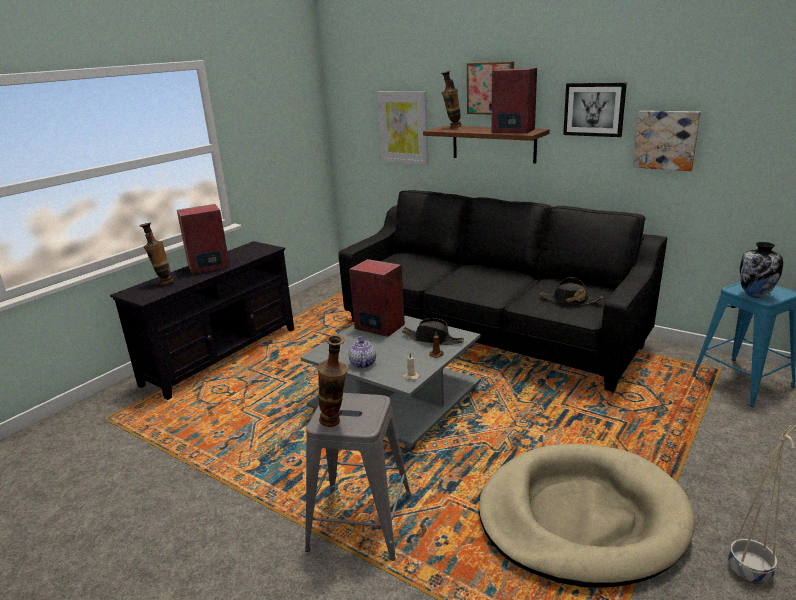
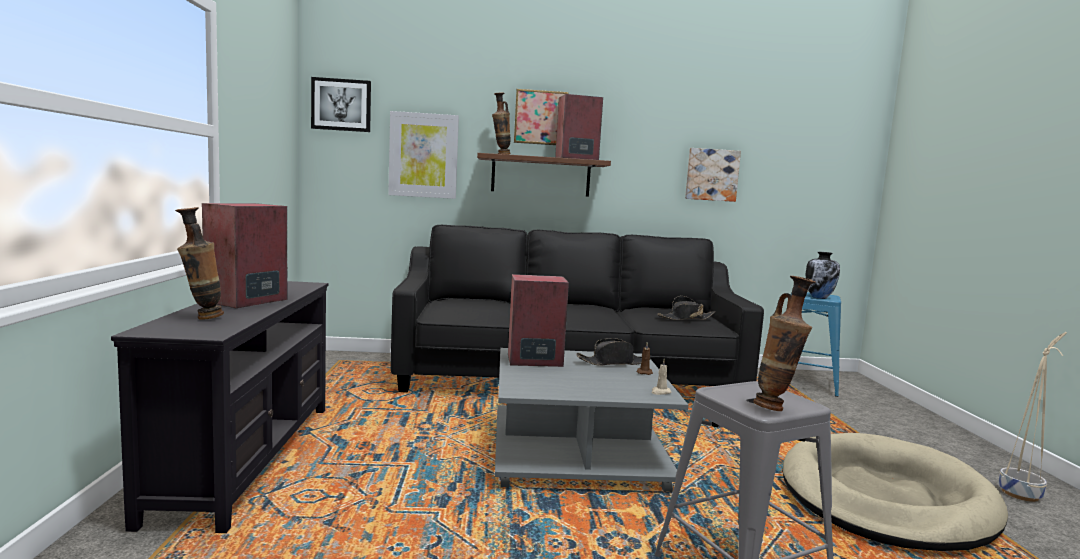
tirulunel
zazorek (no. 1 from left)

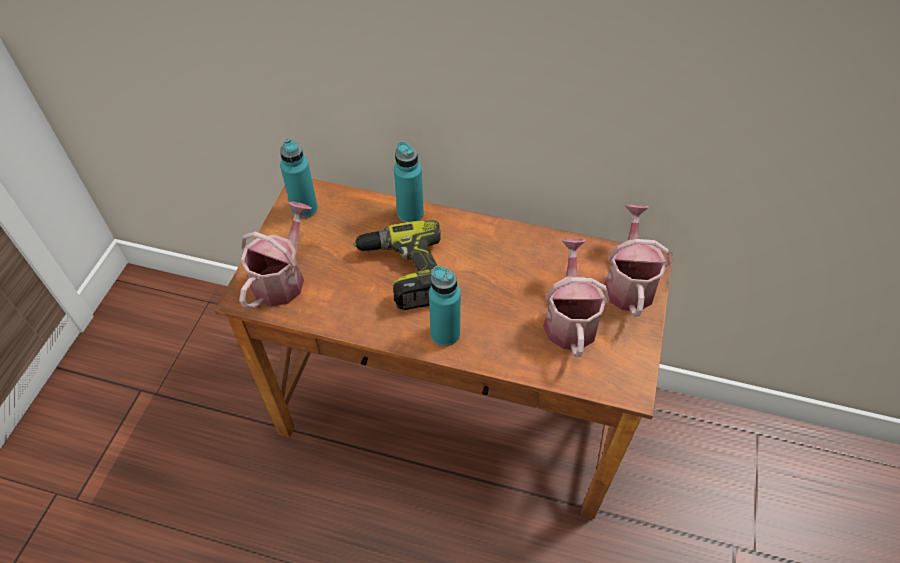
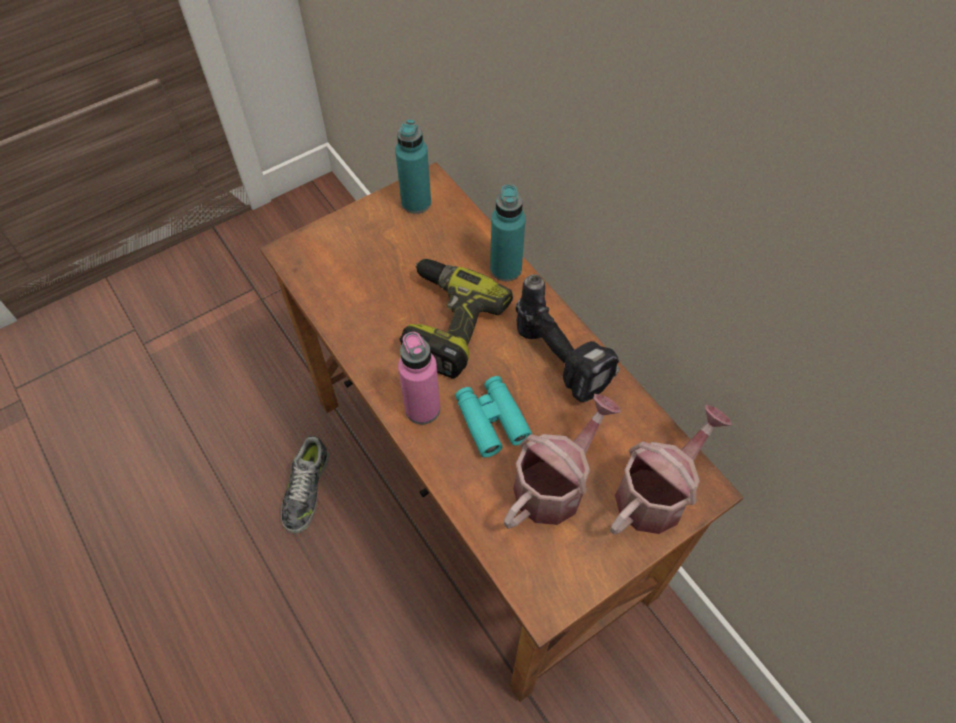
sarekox (no. 1 from left in the first image)
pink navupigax
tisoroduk
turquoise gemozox
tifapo (no. 2 from left)

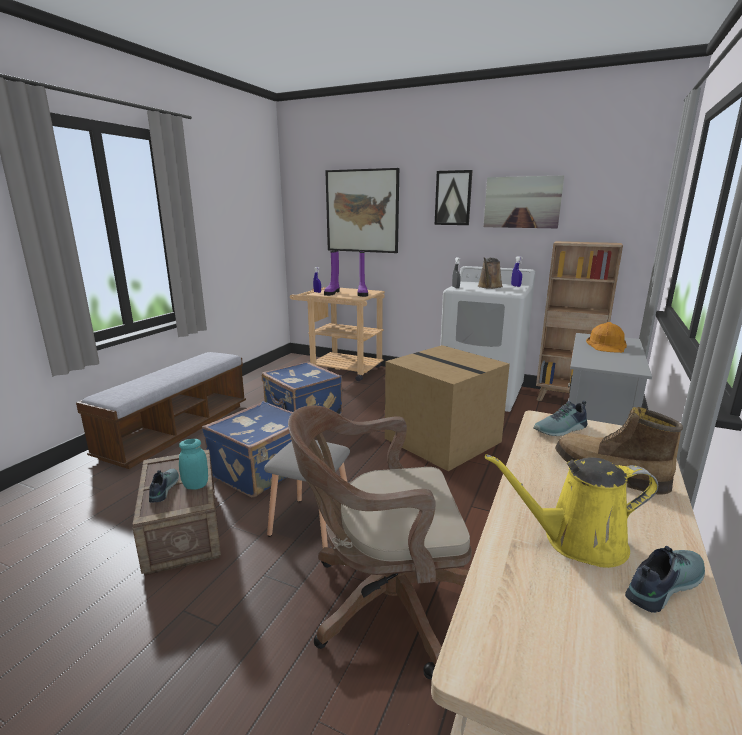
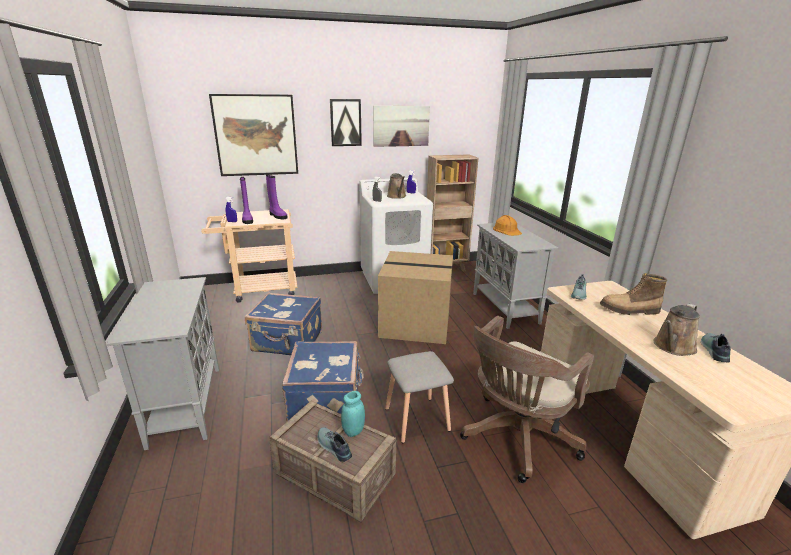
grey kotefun (no. 1 from left)
brown sarekox (no. 2 from left)

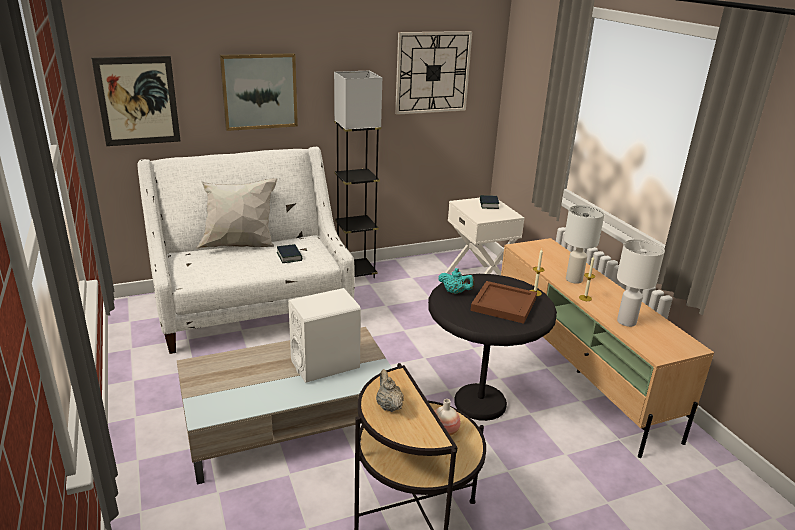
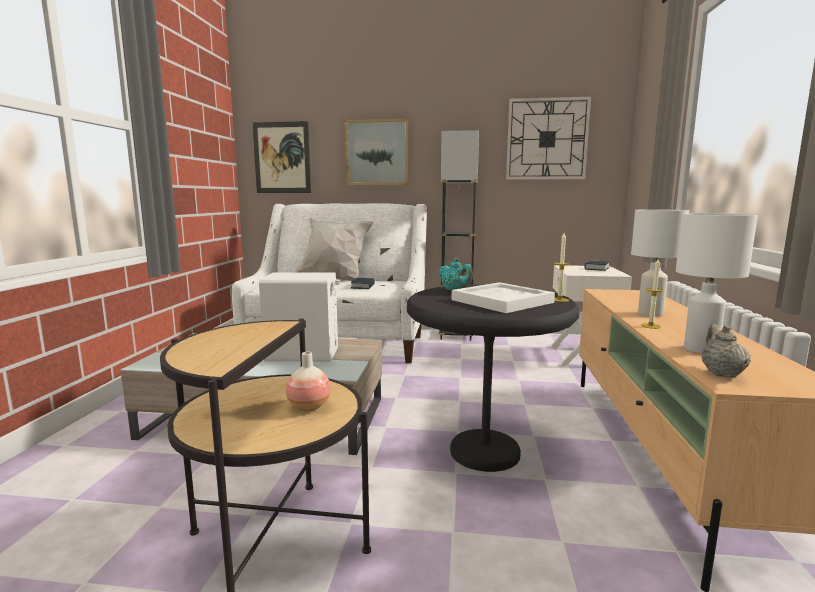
beige tirulunel
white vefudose

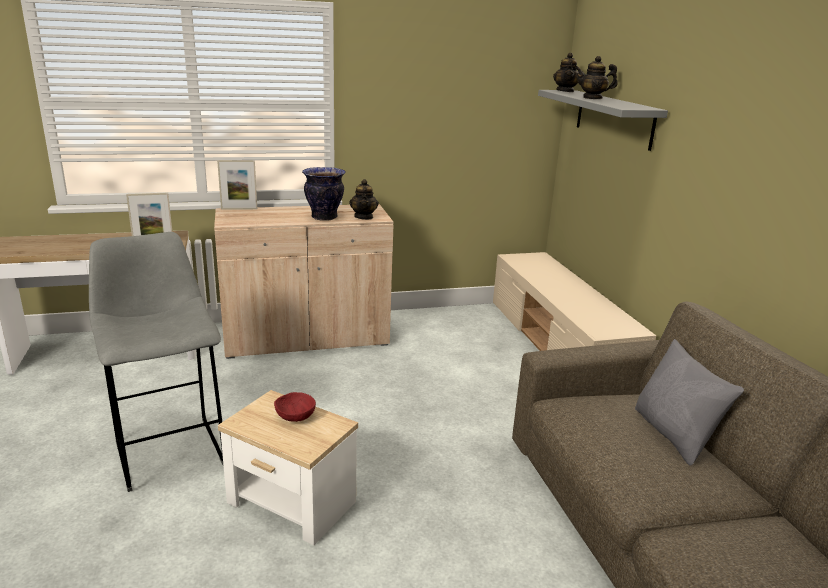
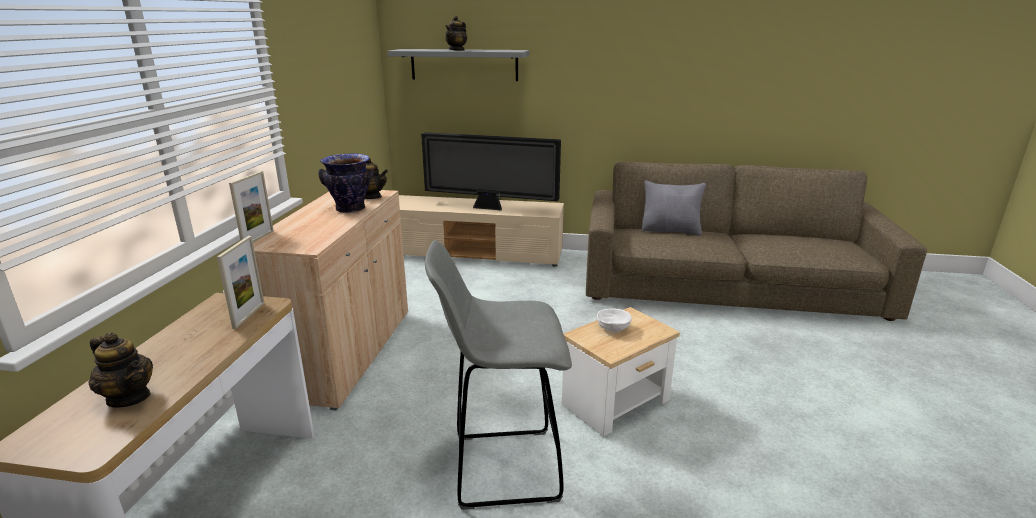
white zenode
tirulunel (no. 1 from left)
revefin

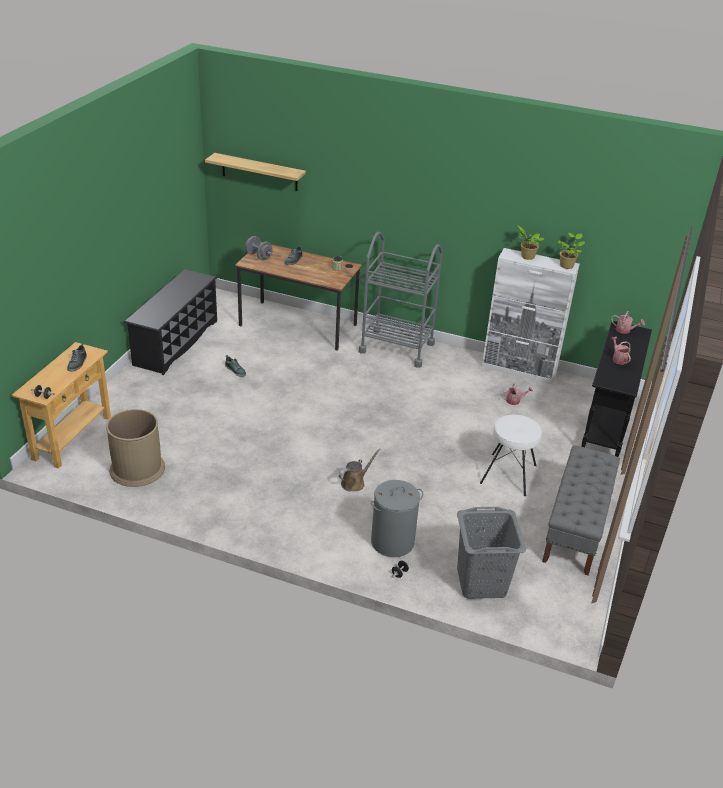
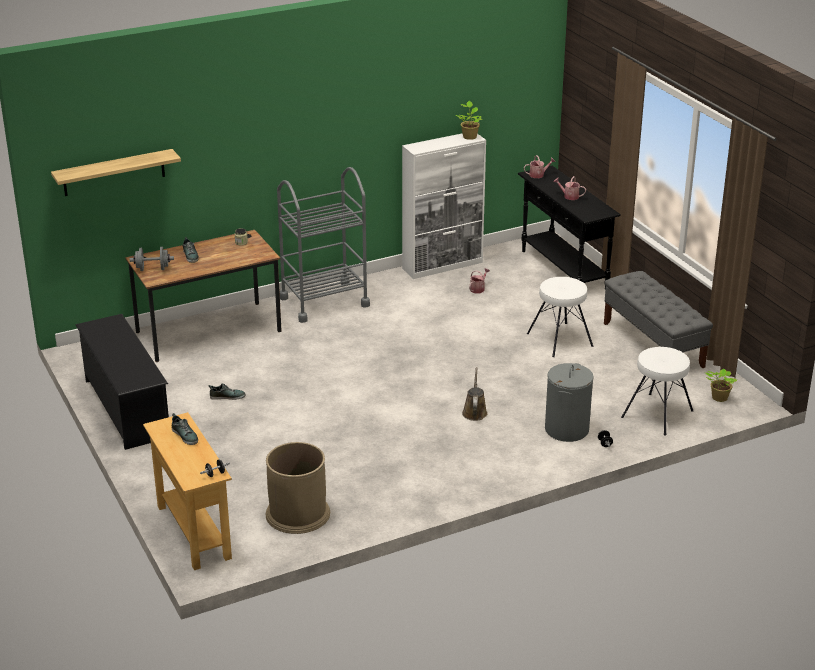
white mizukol (no. 2 from left)
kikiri (no. 2 from left)

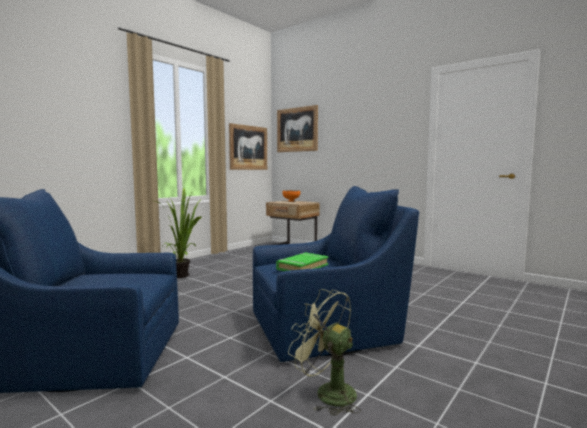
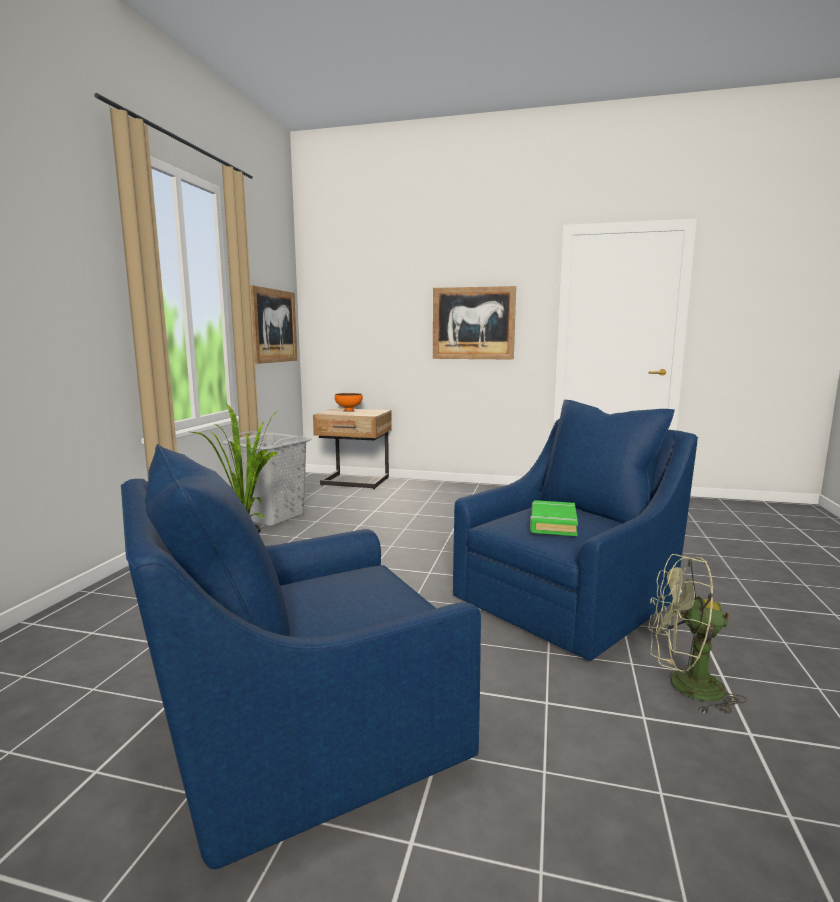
zazorek (no. 2 from left)
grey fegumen

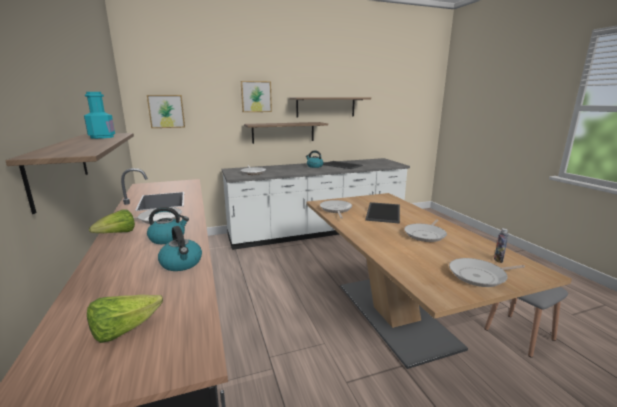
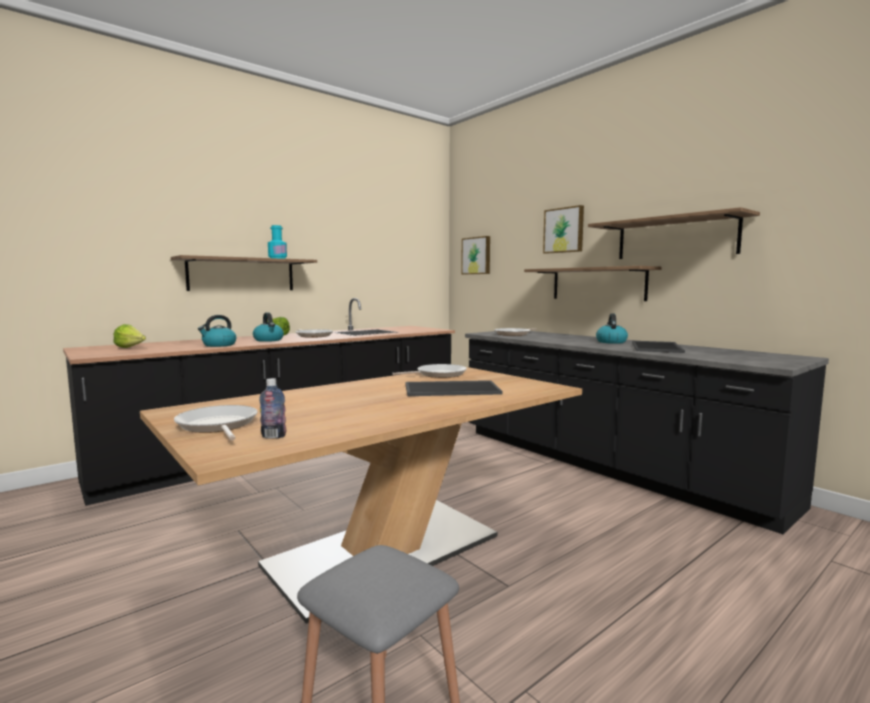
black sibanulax (no. 2 from left)
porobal (no. 4 from left in the first image)

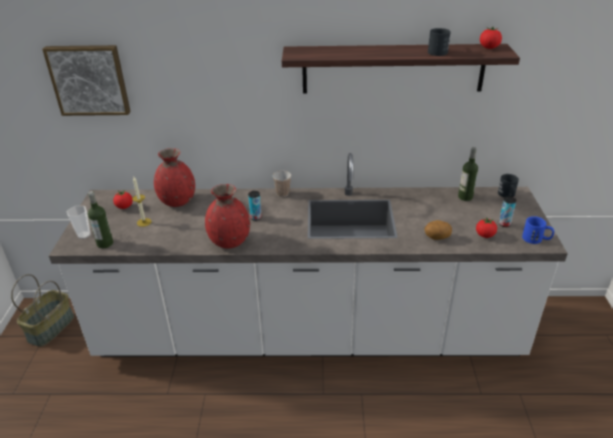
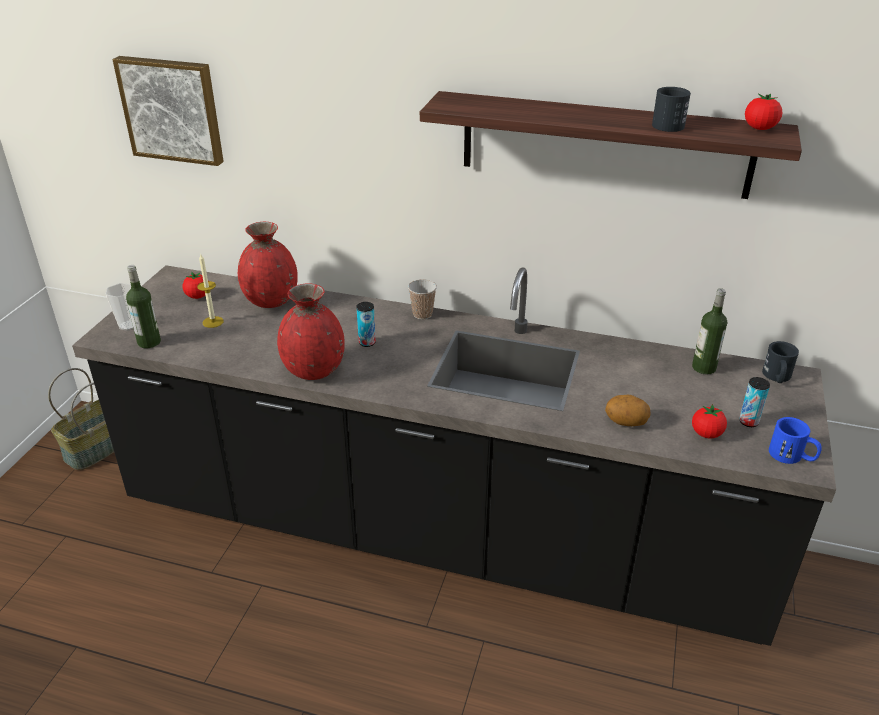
black sibanulax

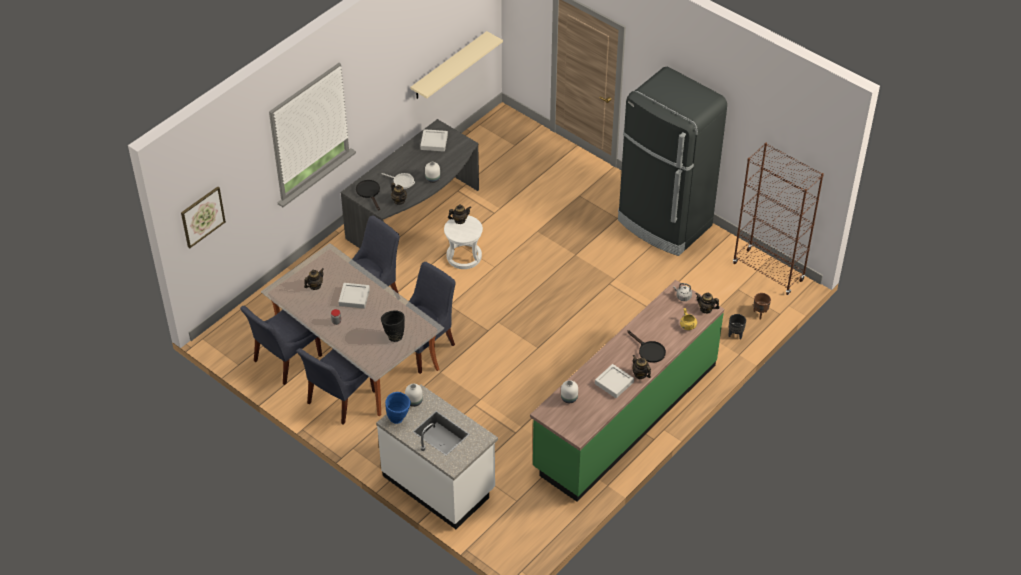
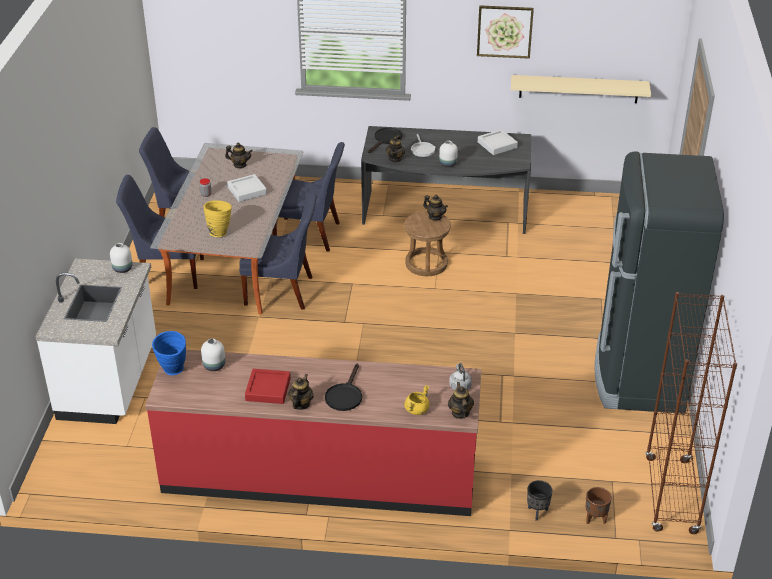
zazorek
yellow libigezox
blue libigezox
brown mizukol
red sibanulax
red vefudose

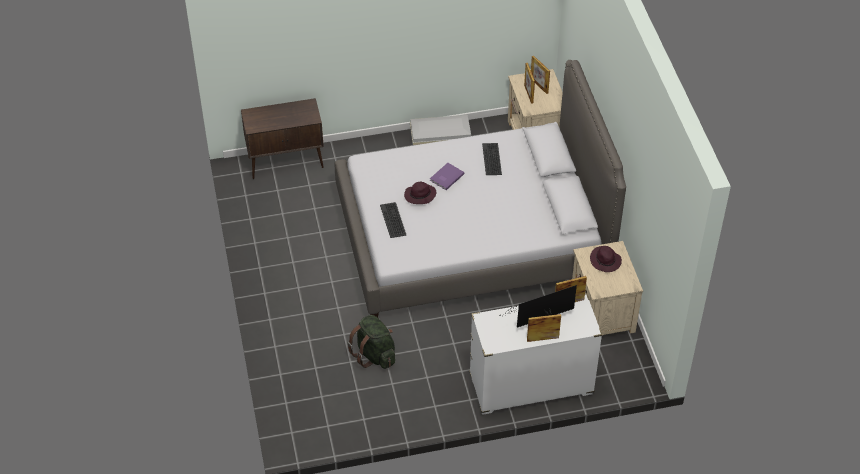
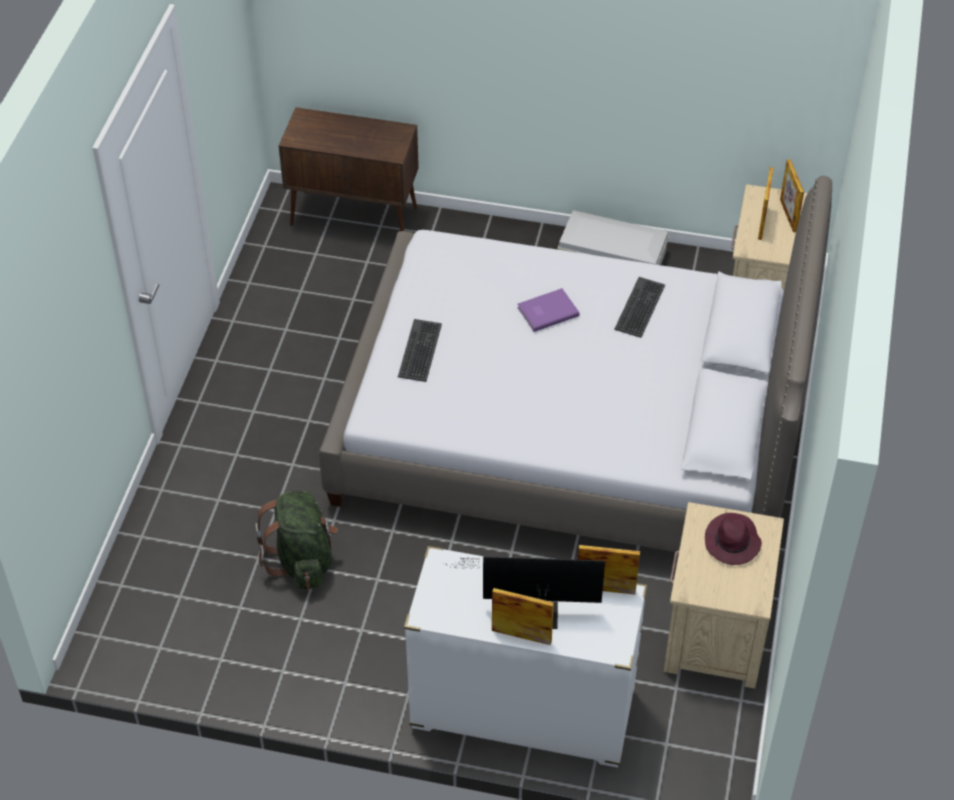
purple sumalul (no. 1 from left in the first image)

